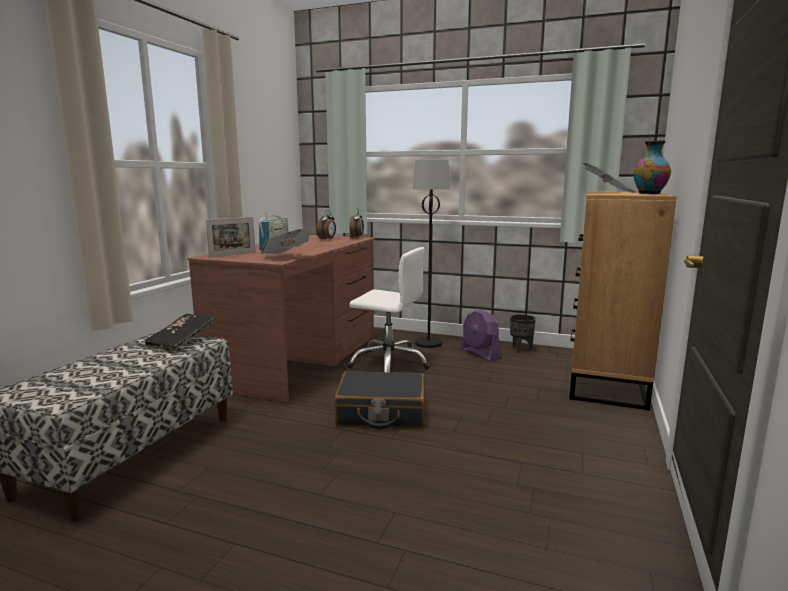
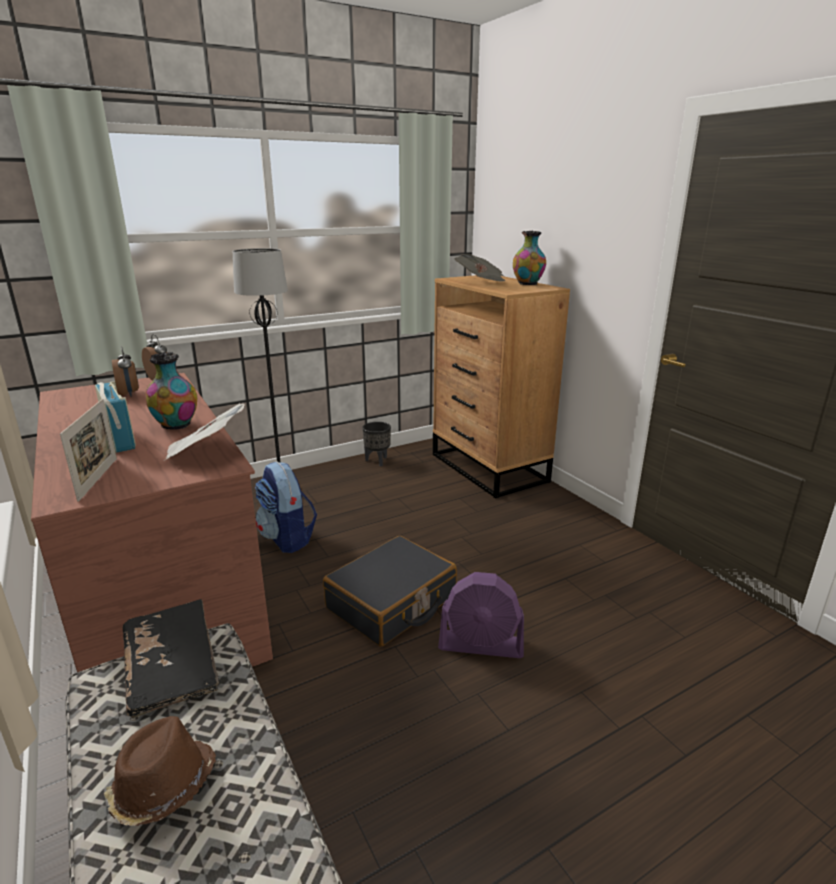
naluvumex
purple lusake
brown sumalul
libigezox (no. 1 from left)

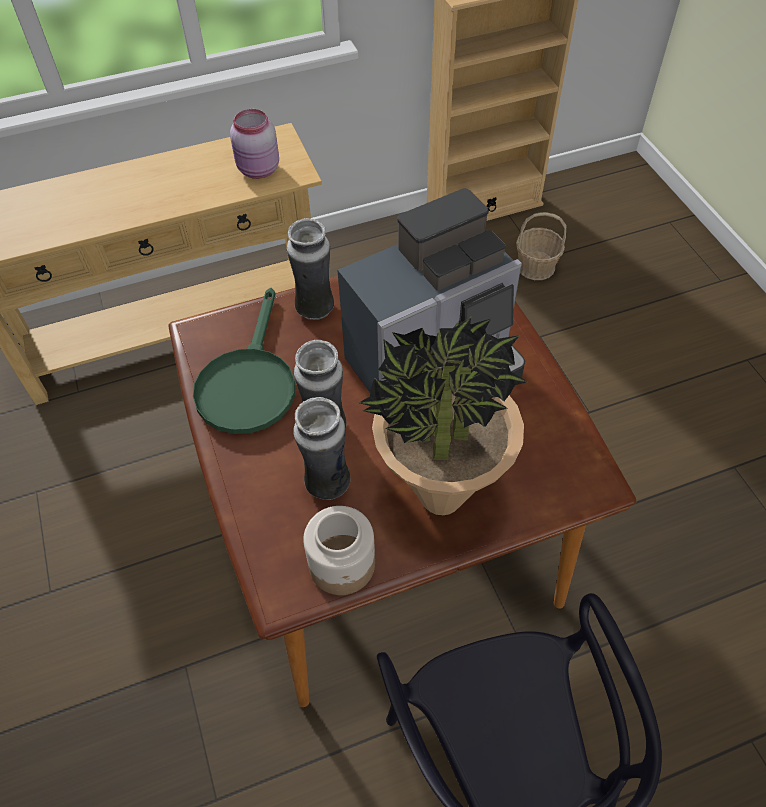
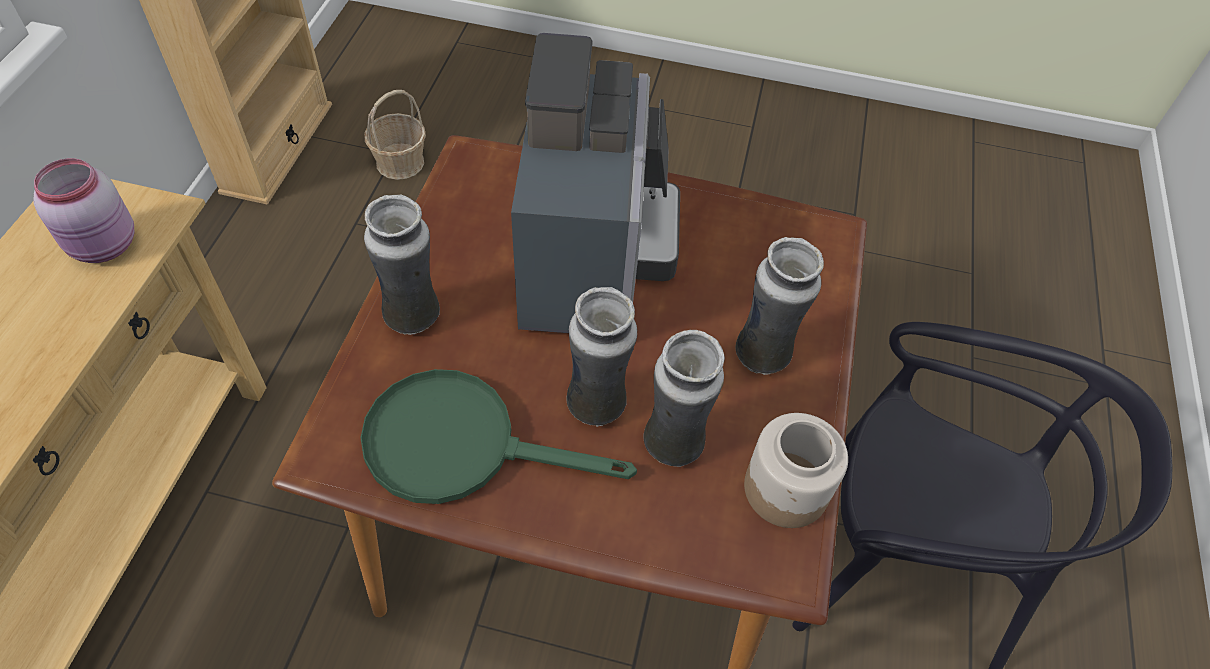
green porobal
libigezox (no. 4 from left)

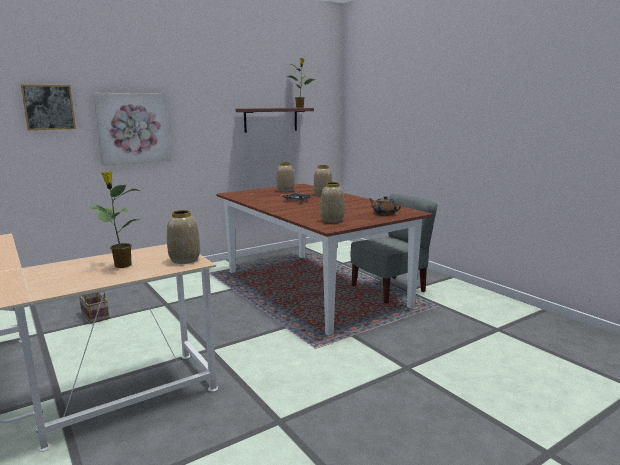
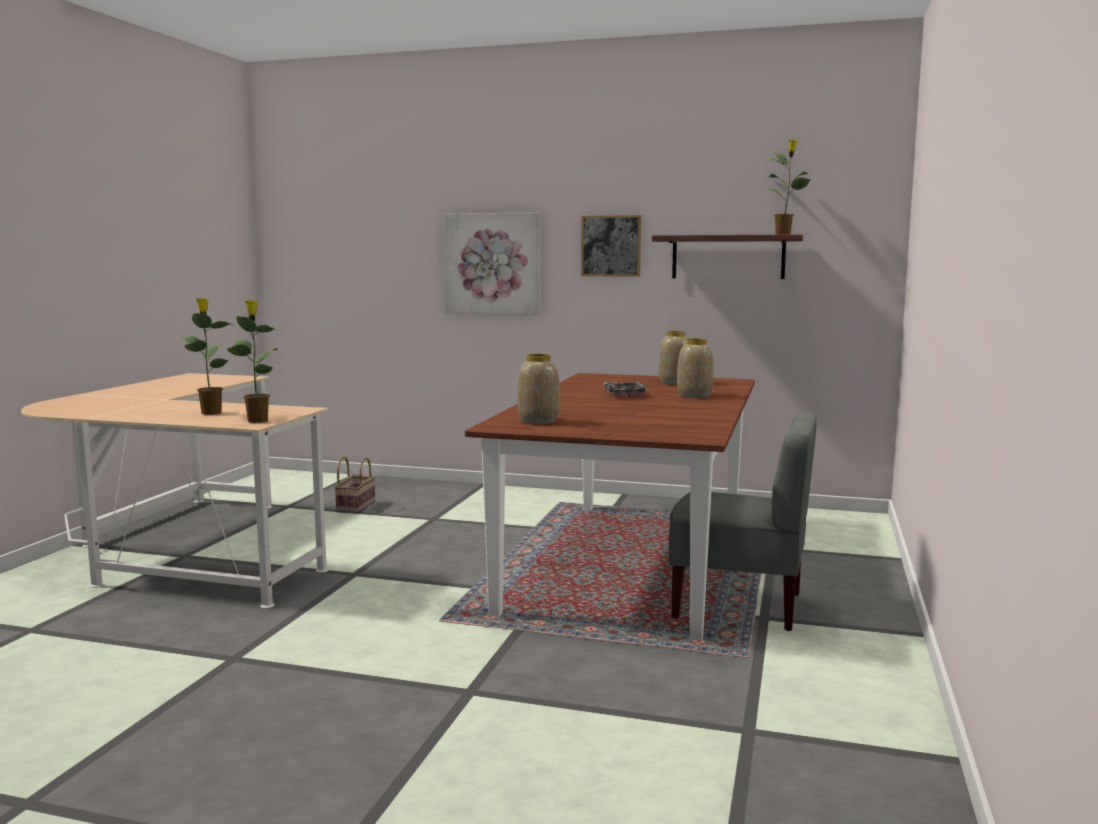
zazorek (no. 2 from left)
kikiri (no. 2 from left)
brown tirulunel

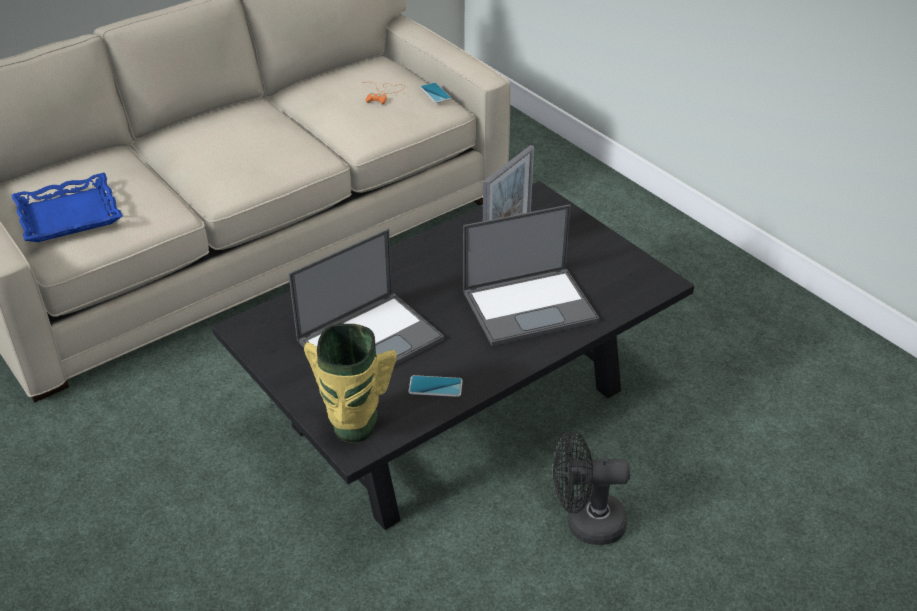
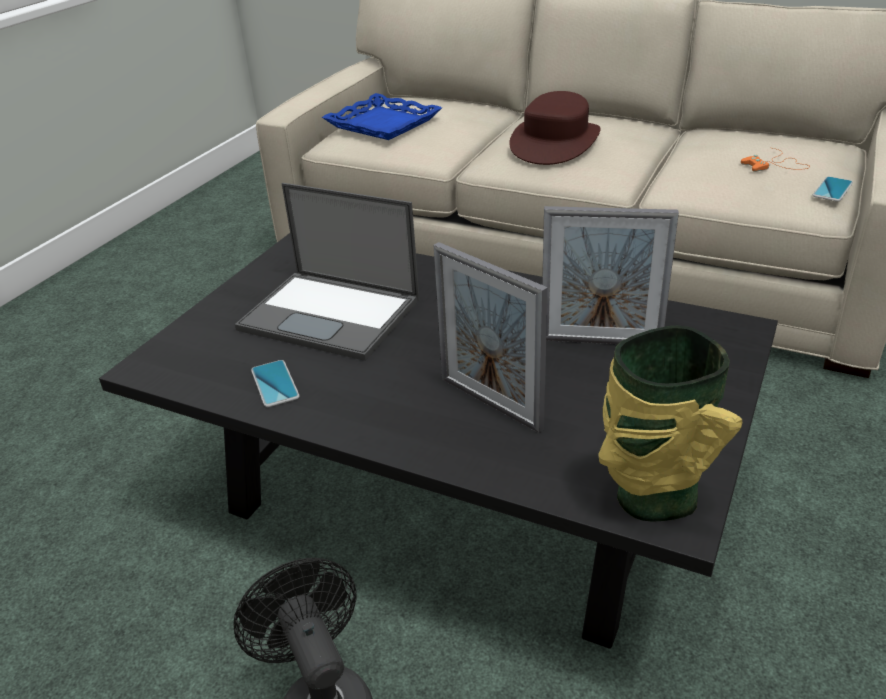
libigezox
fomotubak (no. 1 from left)
brown sumalul

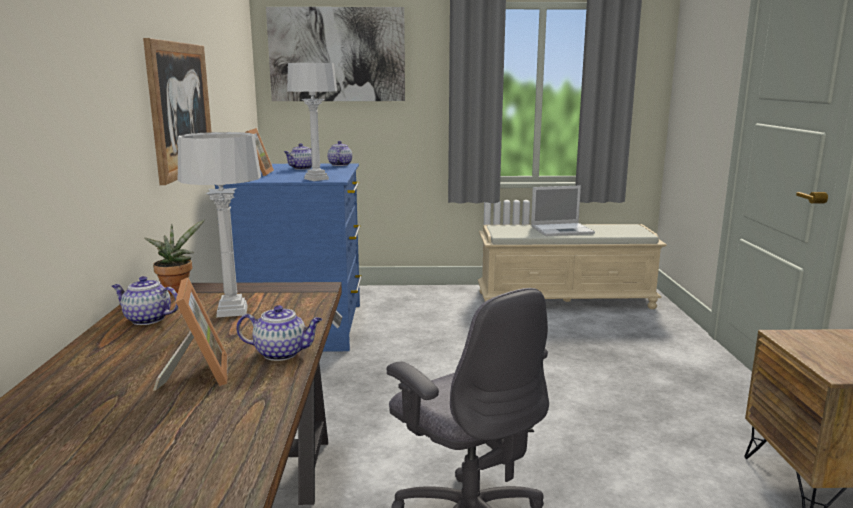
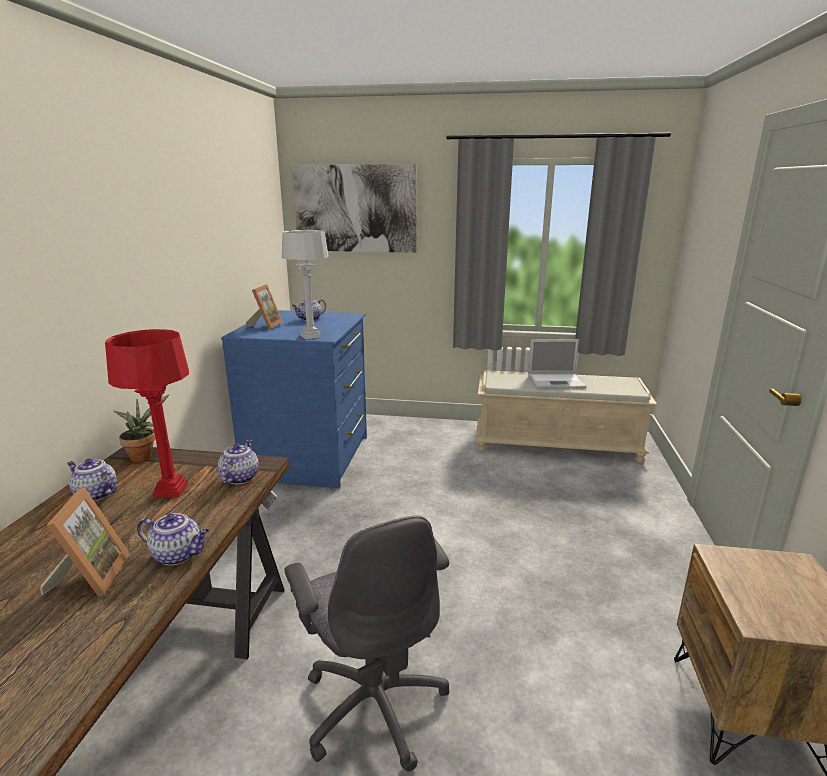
zazorek (no. 1 from left in the first image)
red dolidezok
tirulunel (no. 3 from left)

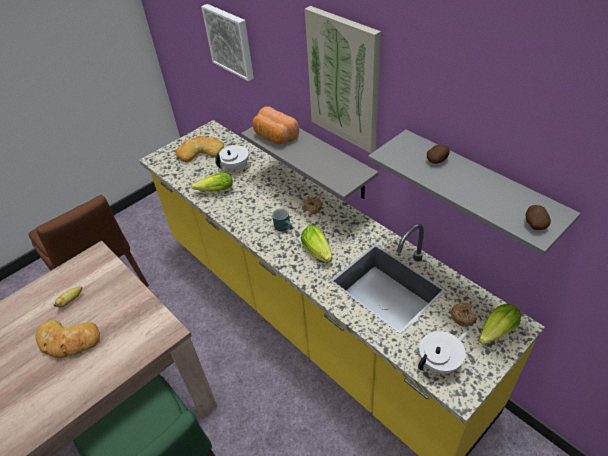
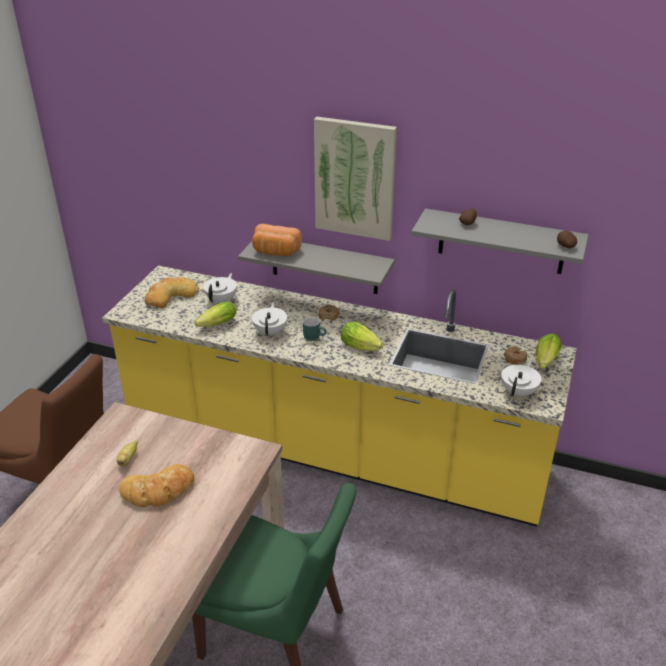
zazorek (no. 1 from left in the first image)
white tirulunel (no. 2 from left)

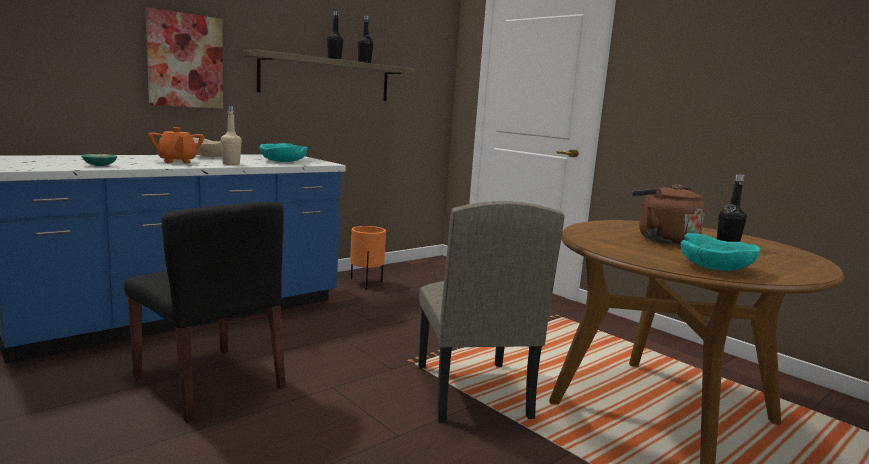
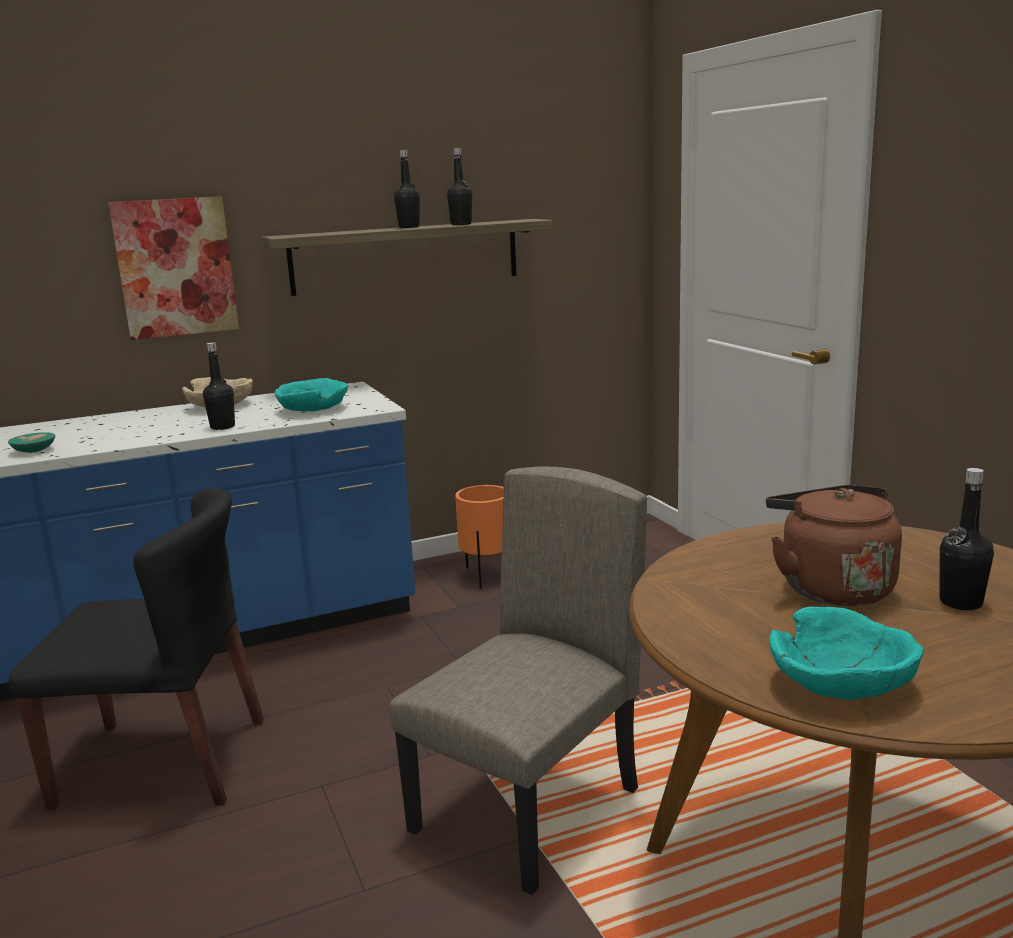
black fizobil
orange tirulunel
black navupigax (no. 1 from left)
beige fizobil

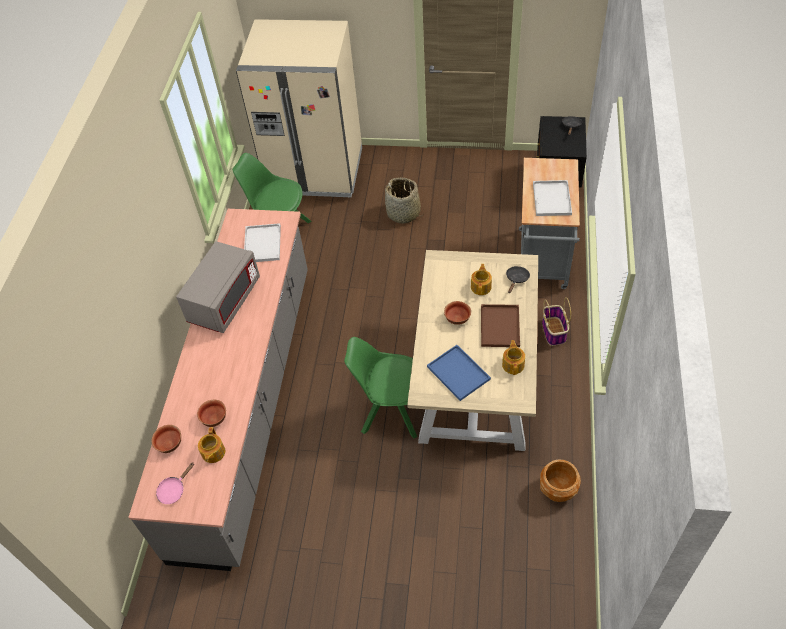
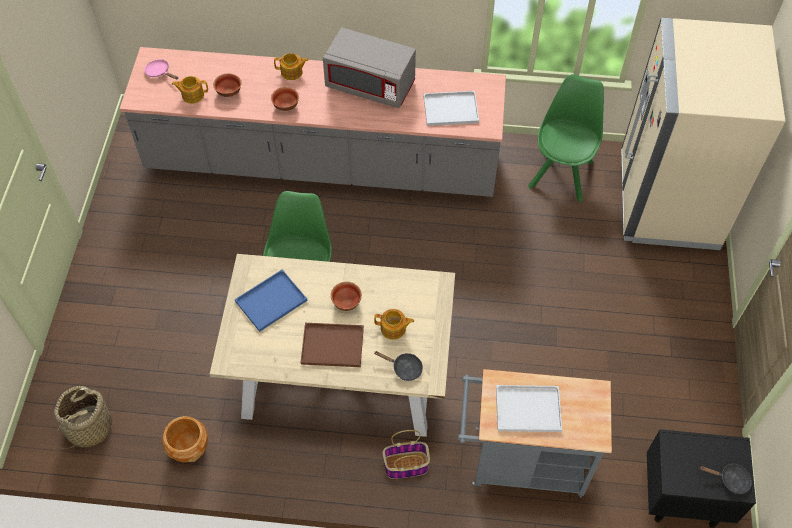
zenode (no. 2 from left)
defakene (no. 1 from left)
tirulunel (no. 2 from left)

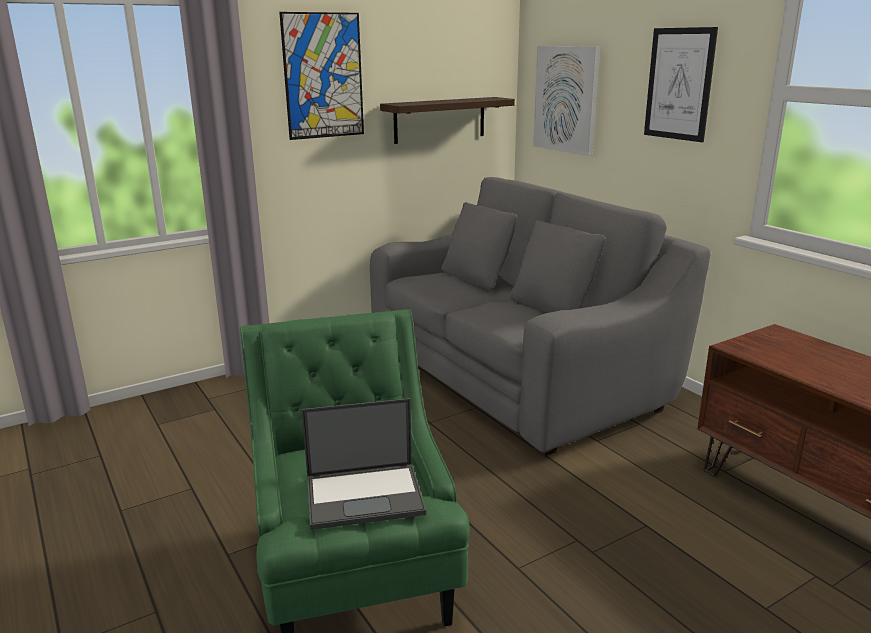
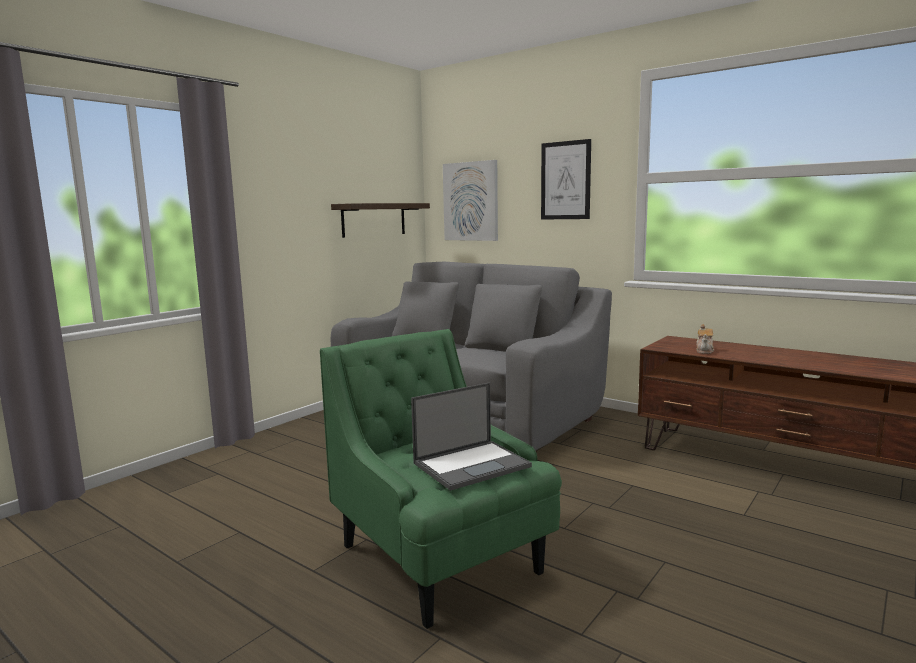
zazorek (no. 1 from left in the first image)
tirulunel

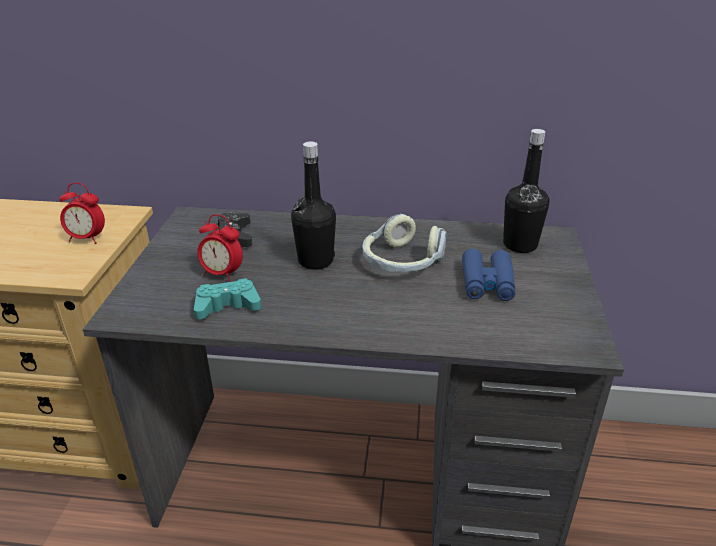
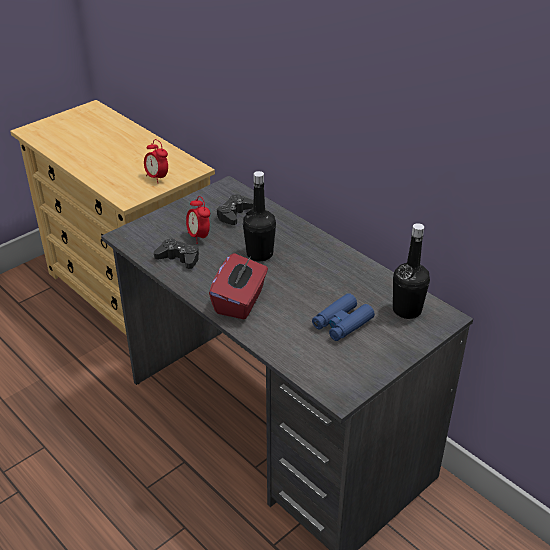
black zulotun (no. 1 from left)
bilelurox
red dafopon

